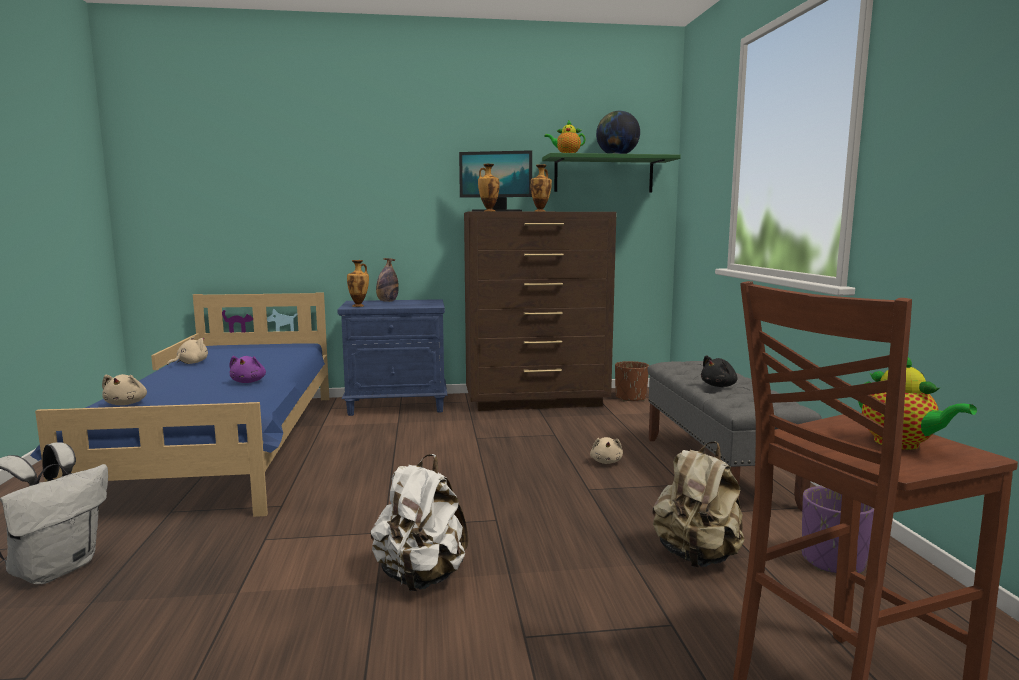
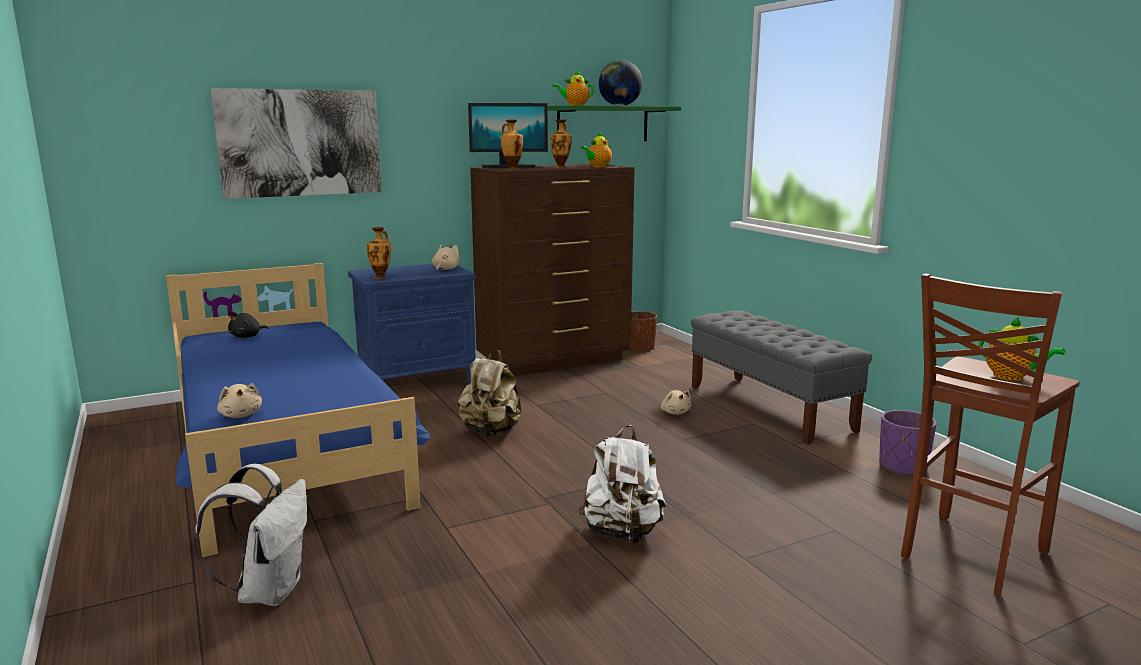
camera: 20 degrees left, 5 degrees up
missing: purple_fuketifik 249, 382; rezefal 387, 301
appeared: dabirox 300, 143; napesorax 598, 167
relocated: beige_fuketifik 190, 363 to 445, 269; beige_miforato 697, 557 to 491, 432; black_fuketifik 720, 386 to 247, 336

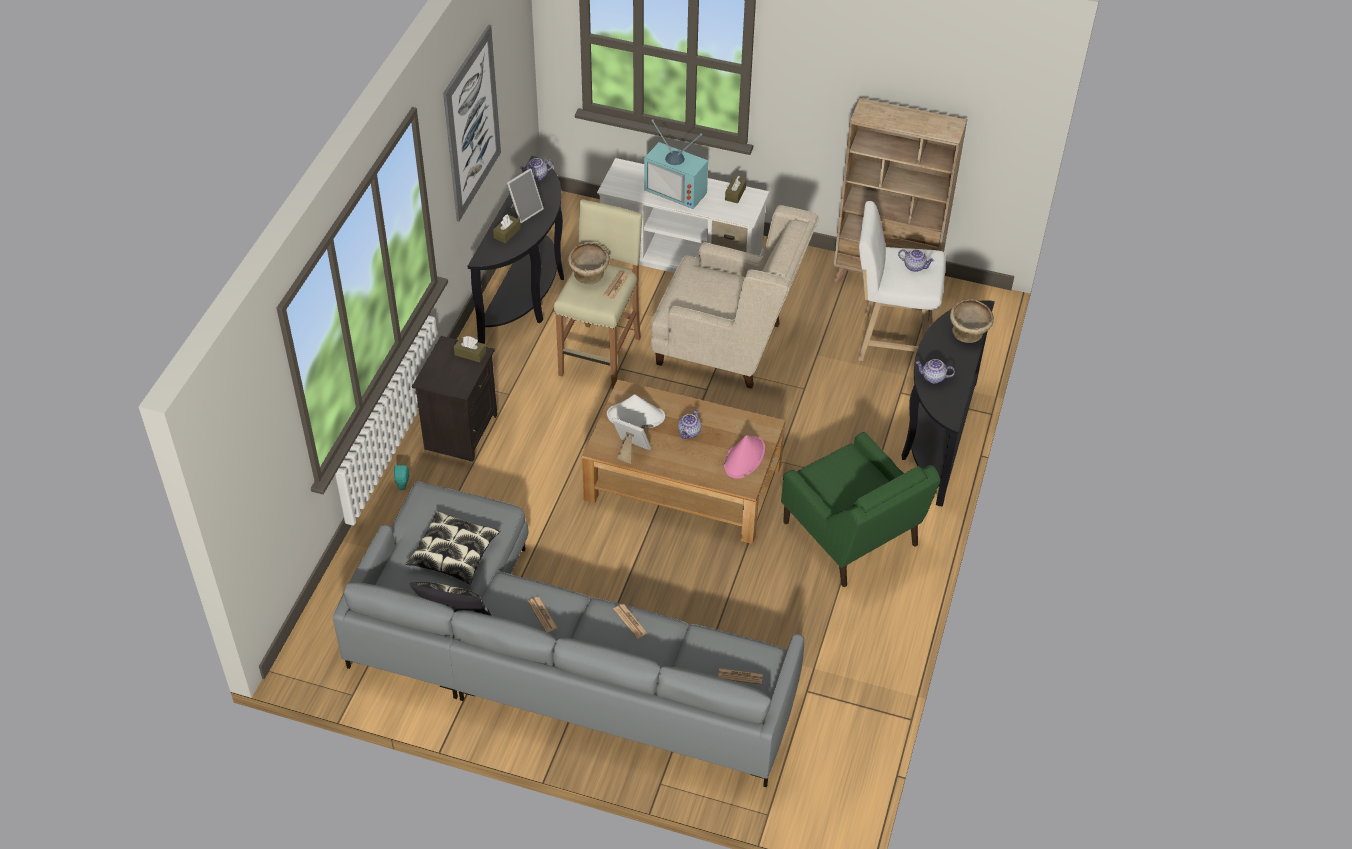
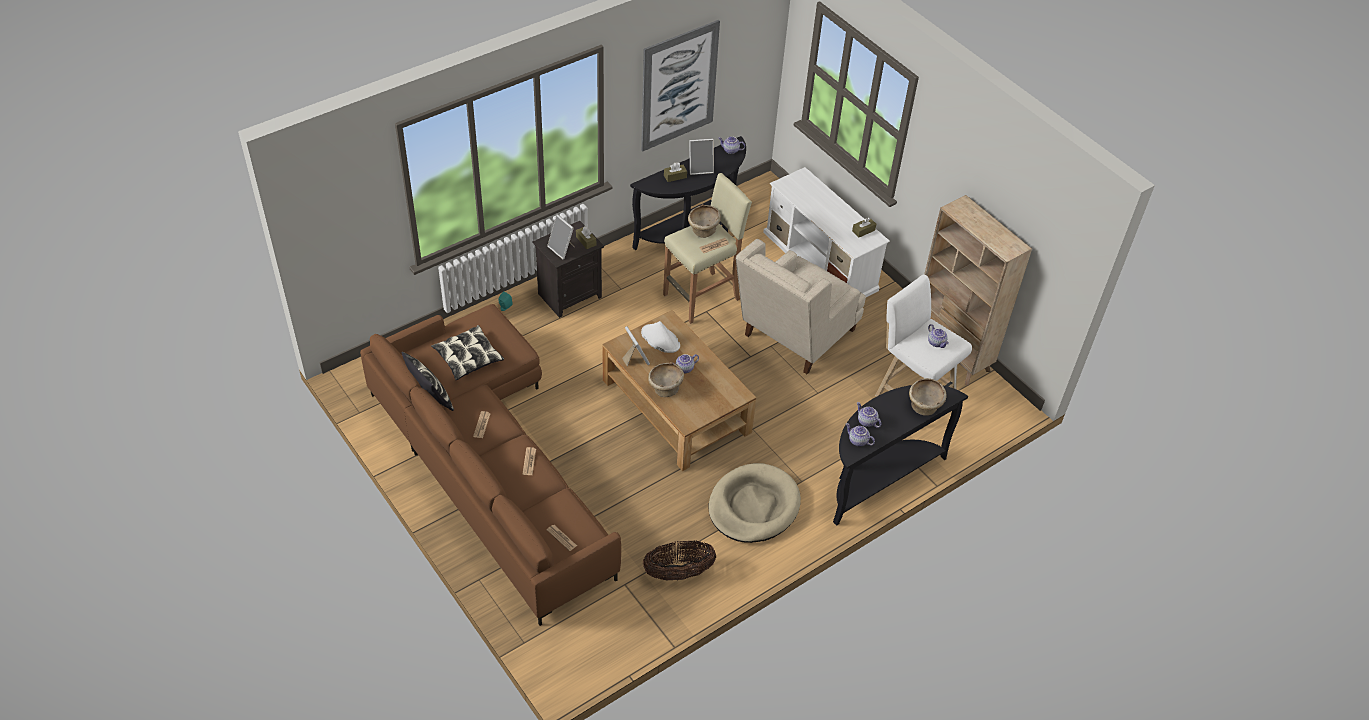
camera: 35 degrees right, 0 degrees up
missing: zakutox 678, 190; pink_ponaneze 744, 458
appeared: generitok 562, 249; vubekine 678, 572; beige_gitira 665, 389; napesorax 857, 441
exchanged: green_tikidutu 851, 536 to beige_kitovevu 753, 506
colour: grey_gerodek 552, 658 to brown_gerodek 490, 463
spun: beige_tikidutu 730, 346 = 794, 338 75 degrees clockwise

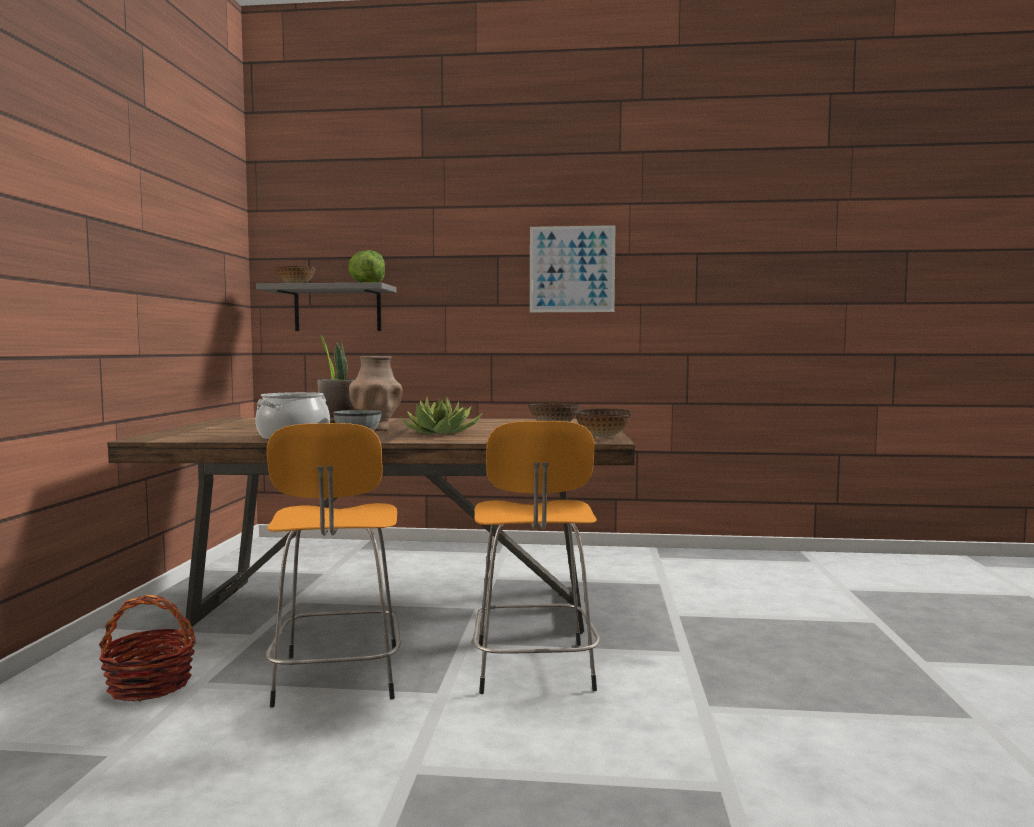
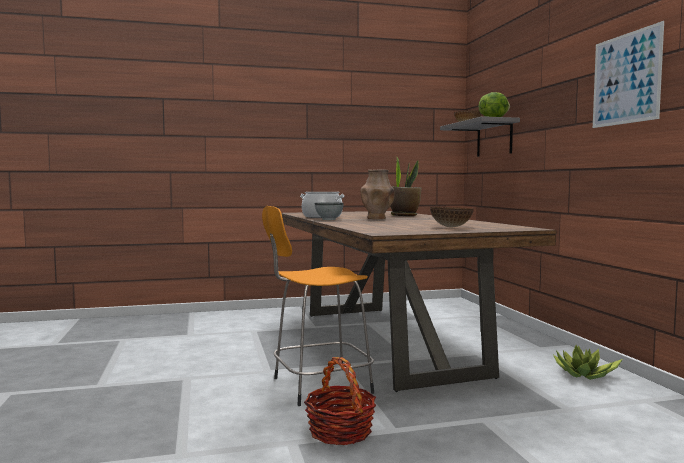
camera: 70 degrees right, 0 degrees up
missing: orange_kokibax 337, 679; gitira 602, 437
relocated: vubekine 150, 685 to 340, 431; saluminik 442, 433 to 585, 375

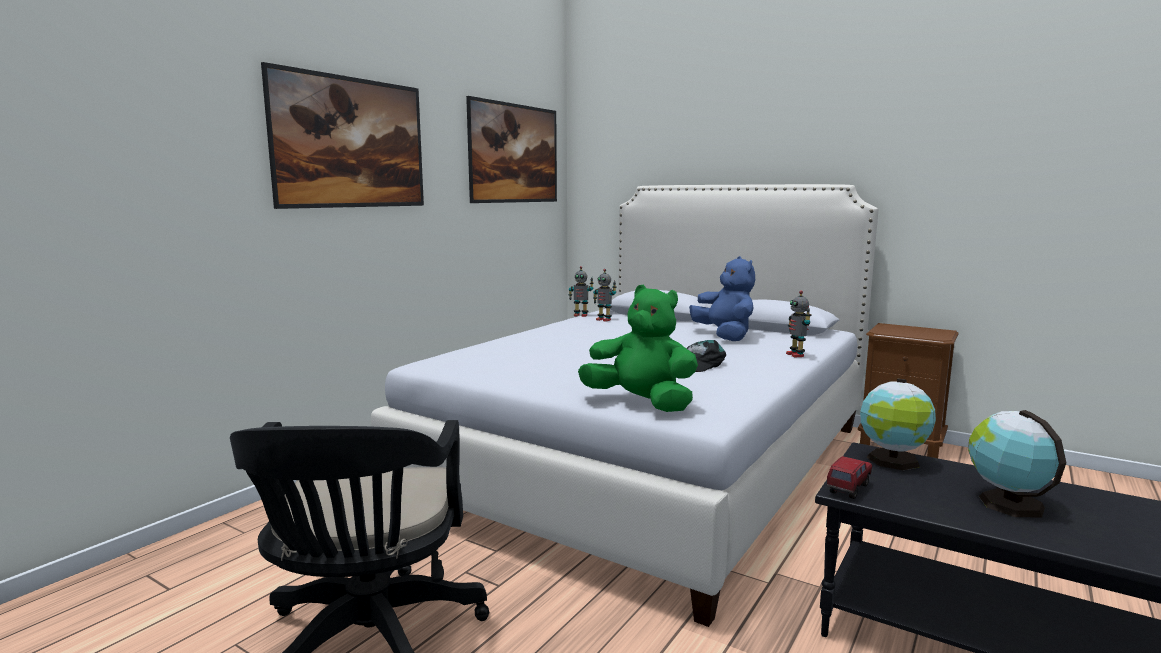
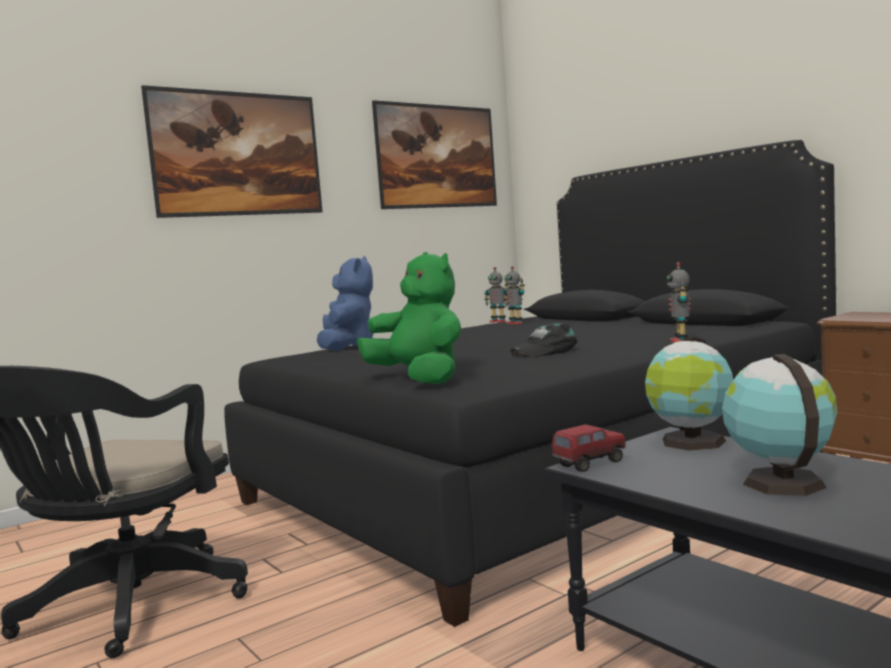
camera: 20 degrees right, 5 degrees down
relocated: blue_fuketifik 724, 336 to 347, 347
colour: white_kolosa 650, 462 to black_kolosa 539, 477

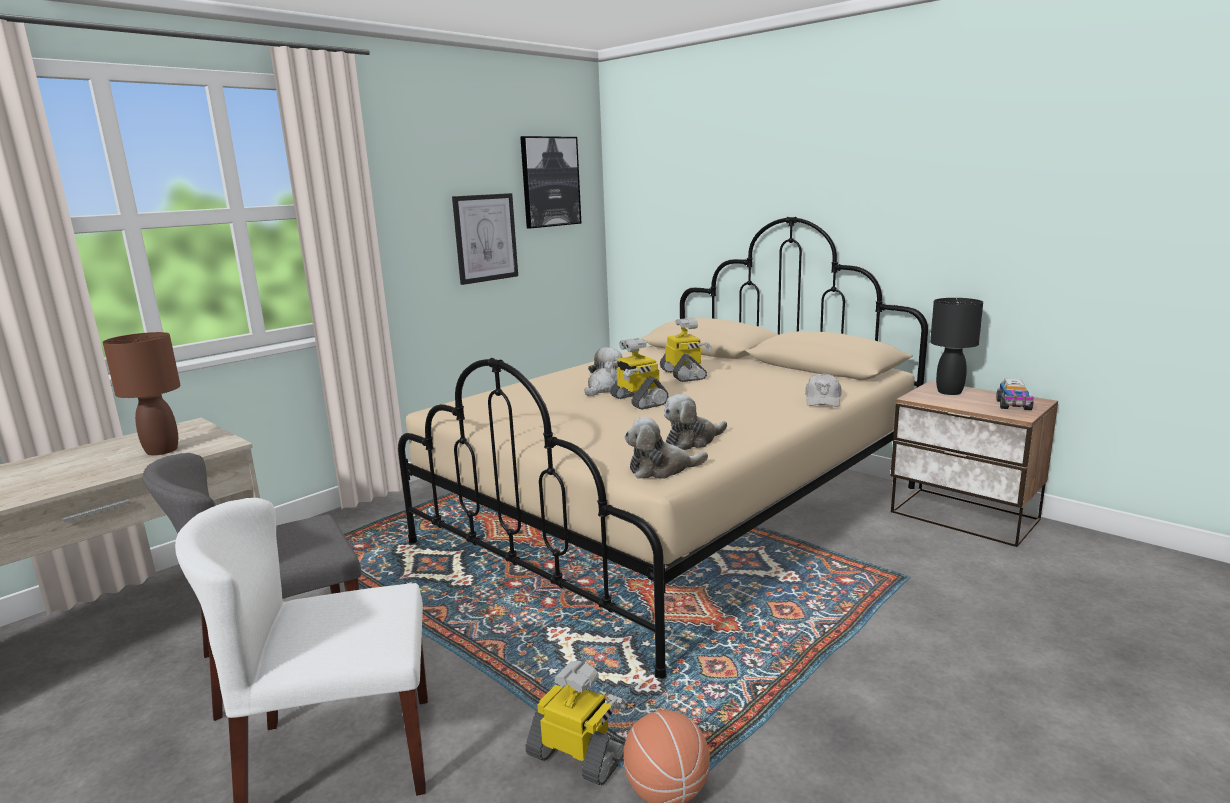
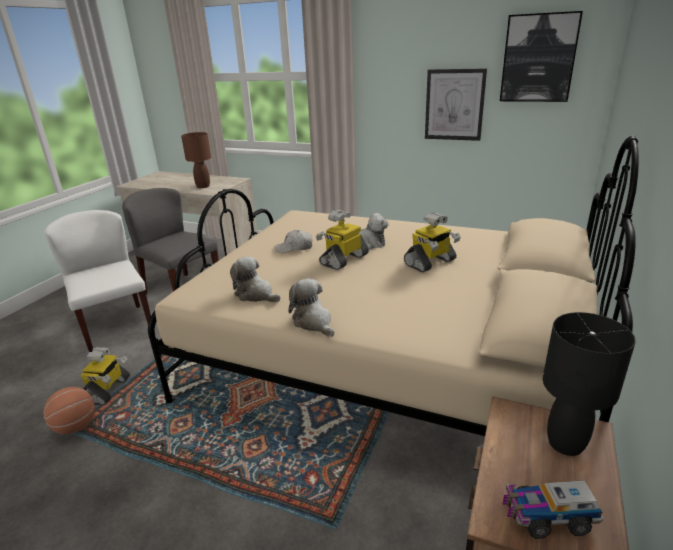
camera: 70 degrees right, 10 degrees up
relocated: fuketifik 661, 469 to 313, 322; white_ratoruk 823, 400 to 294, 248

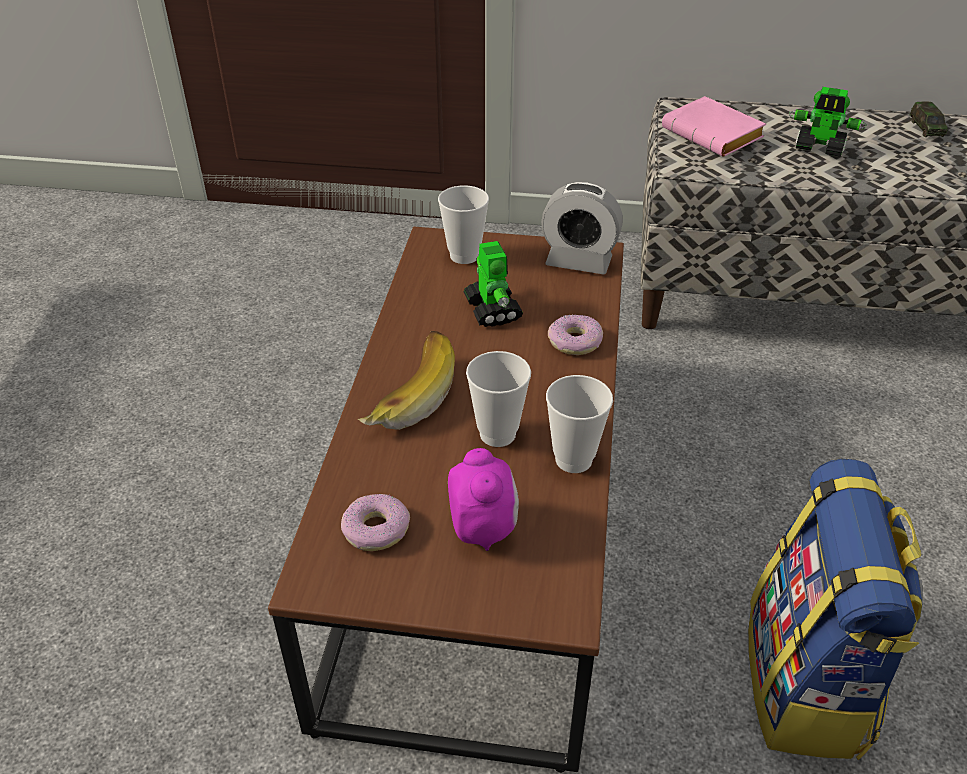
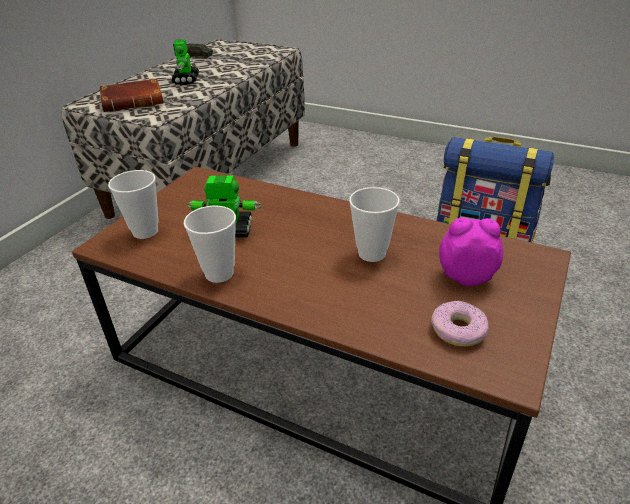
camera: 70 degrees left, 5 degrees down
missing: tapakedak 407, 395; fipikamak 578, 262; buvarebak 575, 342
relocated: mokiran 573, 459 to 219, 273
colour: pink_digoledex 715, 135 to brown_digoledex 134, 101
spun: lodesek 820, 148 = 186, 80 135 degrees clockwise

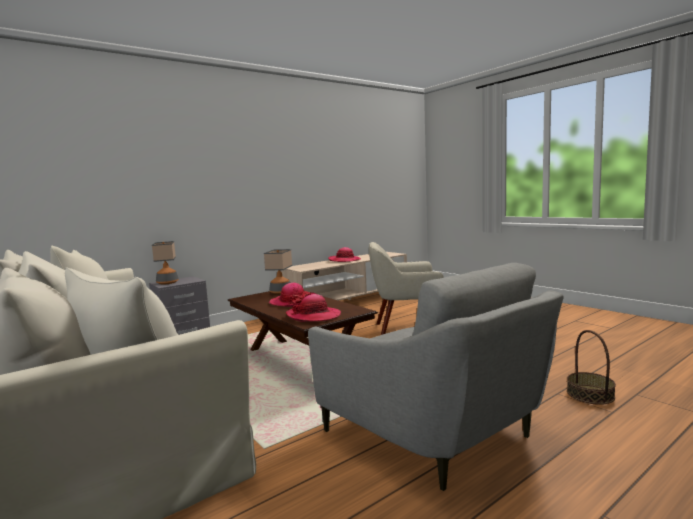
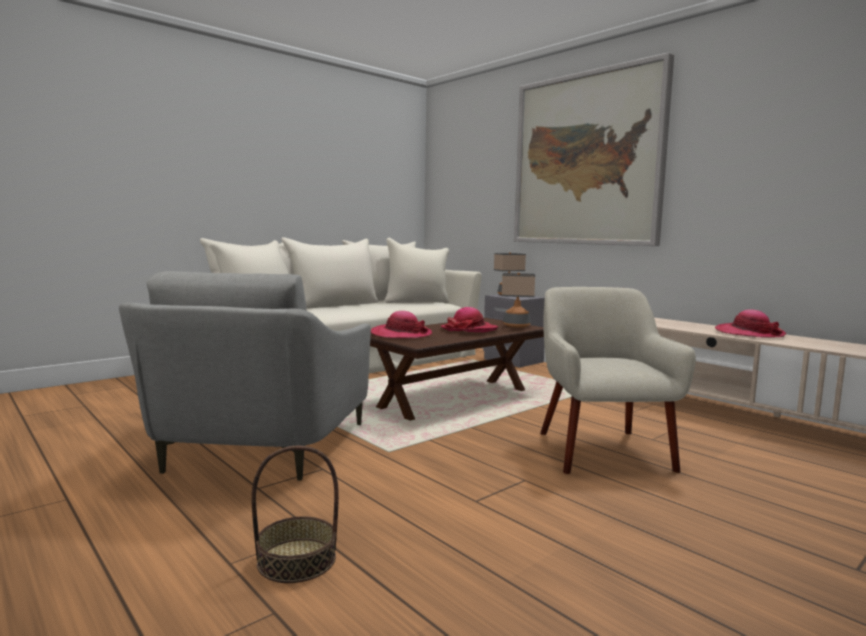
camera: 85 degrees right, 0 degrees up
appeared: dabirox 586, 160
spun: grey_tikidutu 436, 432 = 257, 449 45 degrees counterclockwise

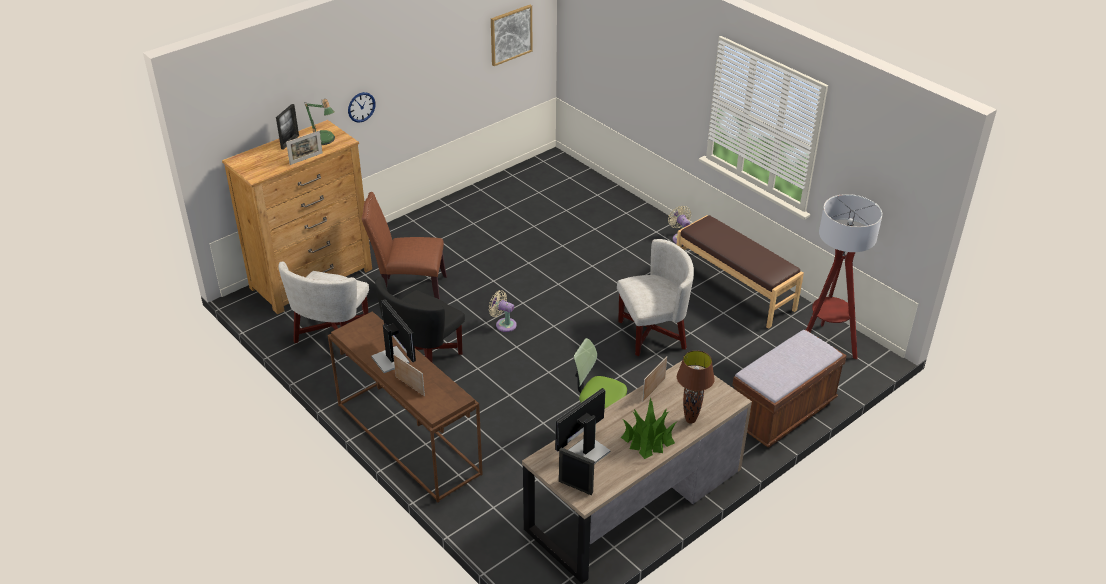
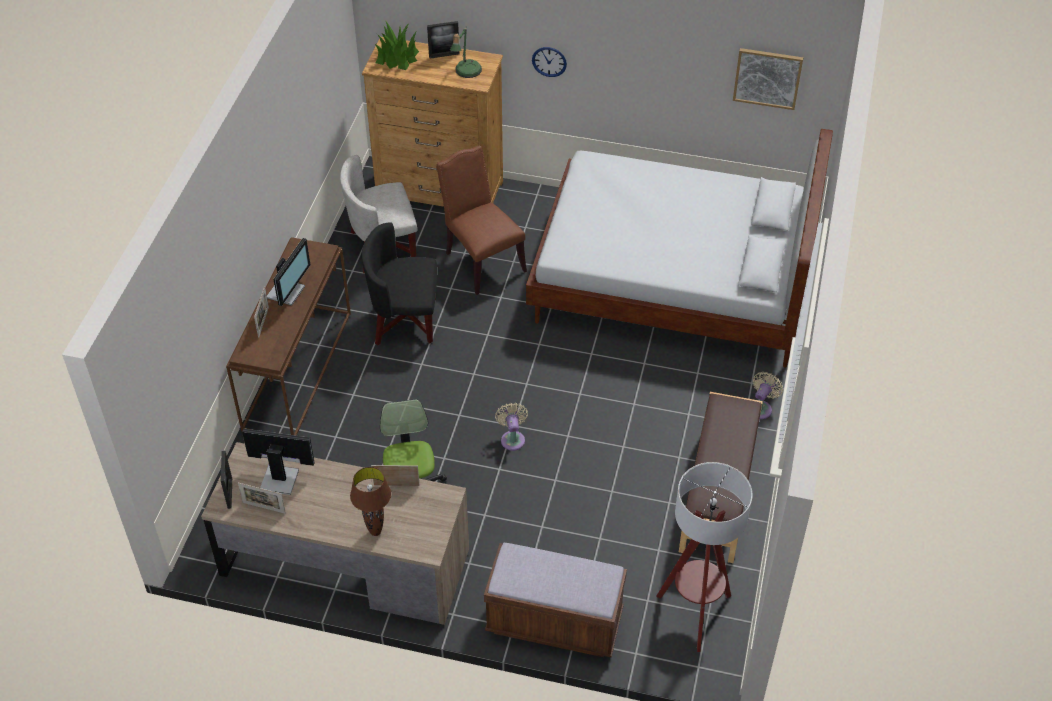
camera: 55 degrees right, 10 degrees up
missing: white_tikidutu 652, 334
appeared: white_kolosa 672, 281
relocated: generitok 306, 159 to 264, 508; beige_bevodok 504, 324 to 512, 438; saluminik 648, 439 to 397, 57

